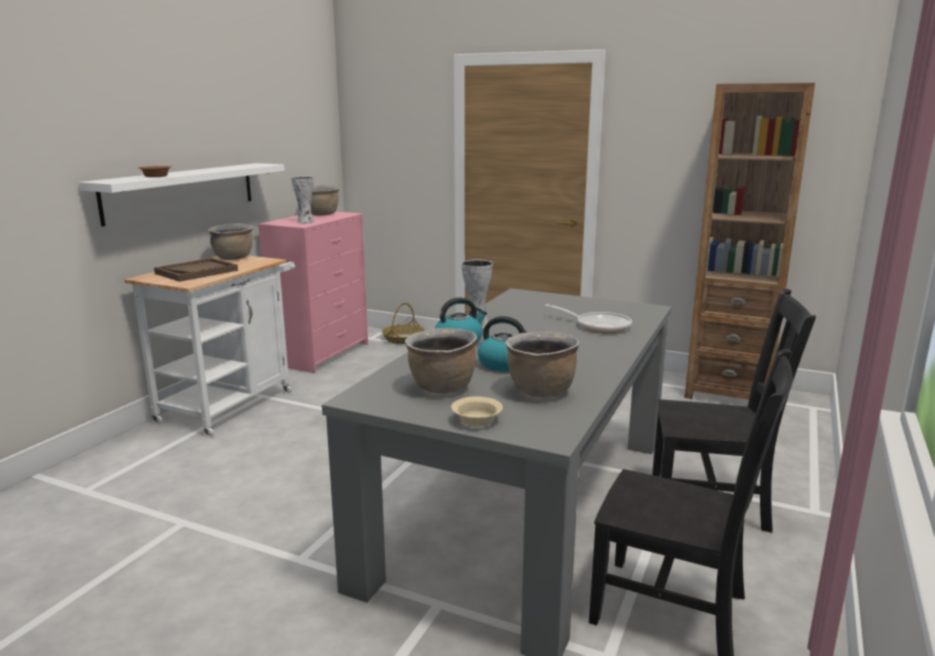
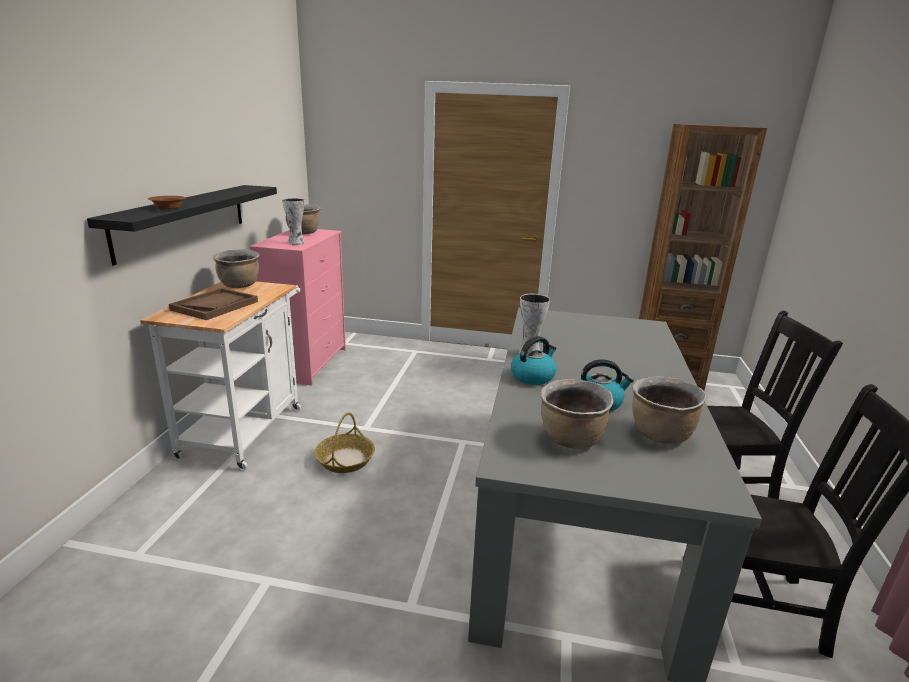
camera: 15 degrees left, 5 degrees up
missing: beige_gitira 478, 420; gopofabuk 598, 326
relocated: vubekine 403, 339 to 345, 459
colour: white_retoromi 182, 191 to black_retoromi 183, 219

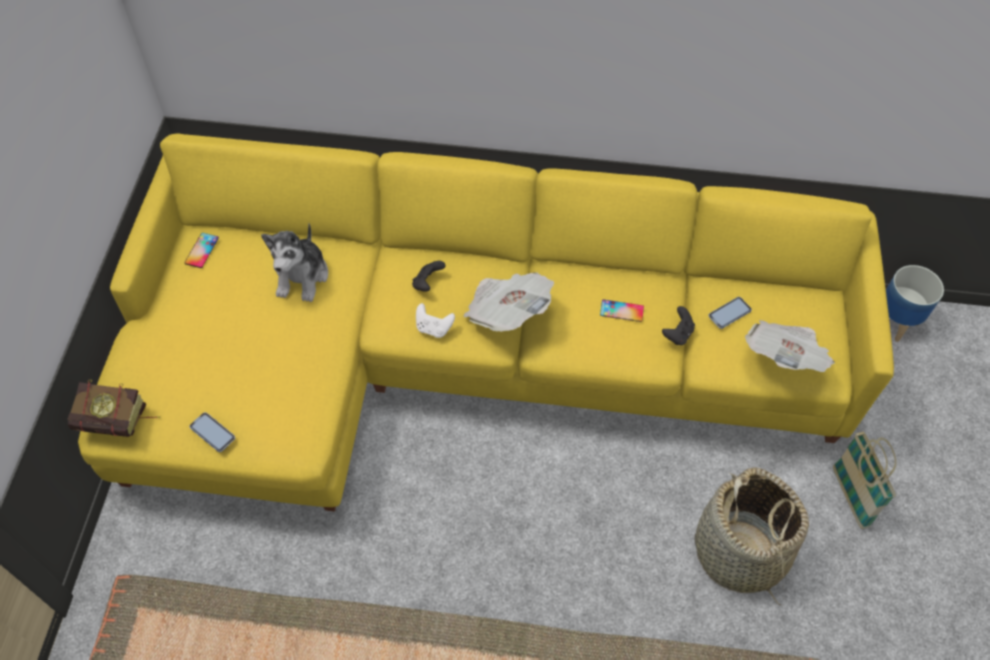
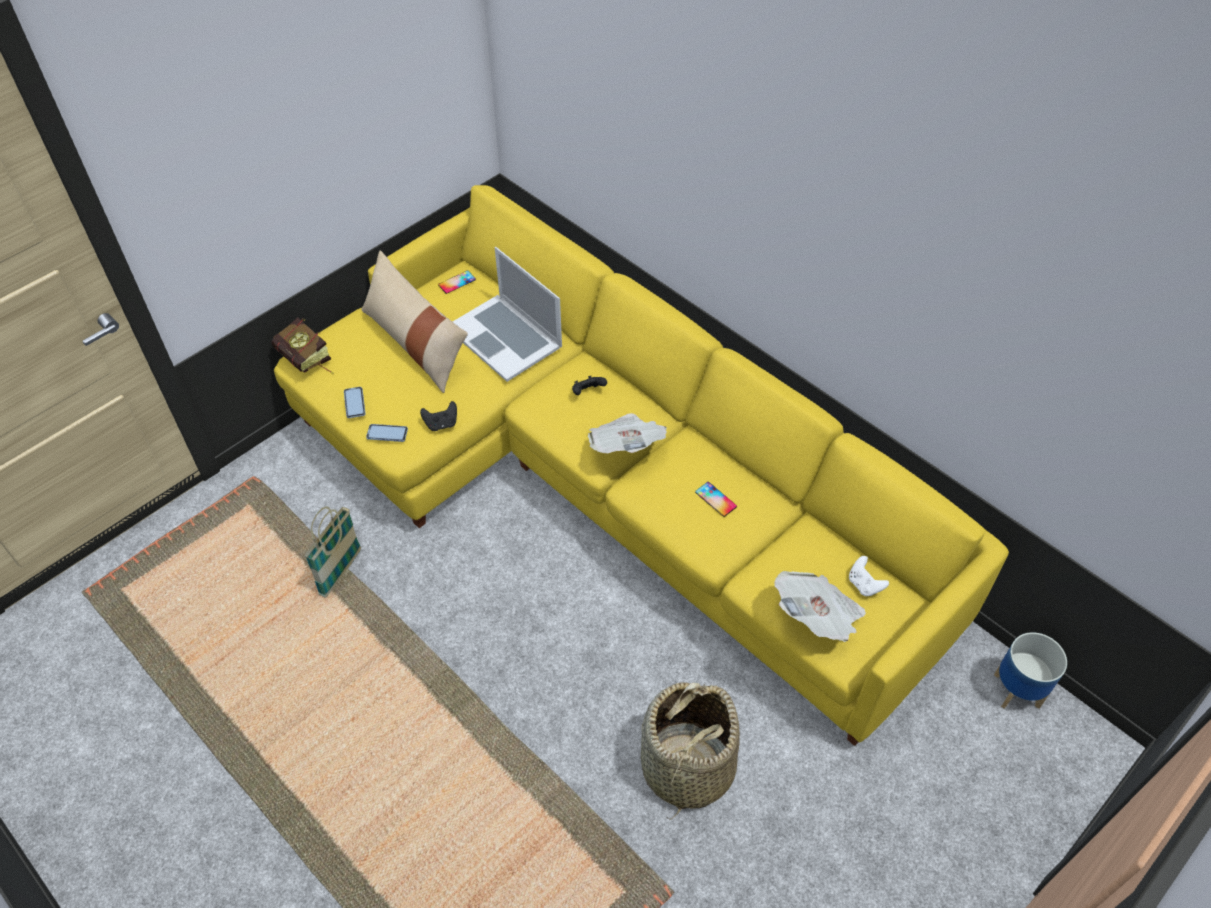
camera: 40 degrees right, 5 degrees down
appeared: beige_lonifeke 415, 342
relocated: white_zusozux 433, 328 to 864, 584; black_zusozux 677, 334 to 441, 424; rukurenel 729, 313 to 387, 433; vubekine 849, 497 to 341, 572
exchanged: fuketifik 302, 276 to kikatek 505, 337

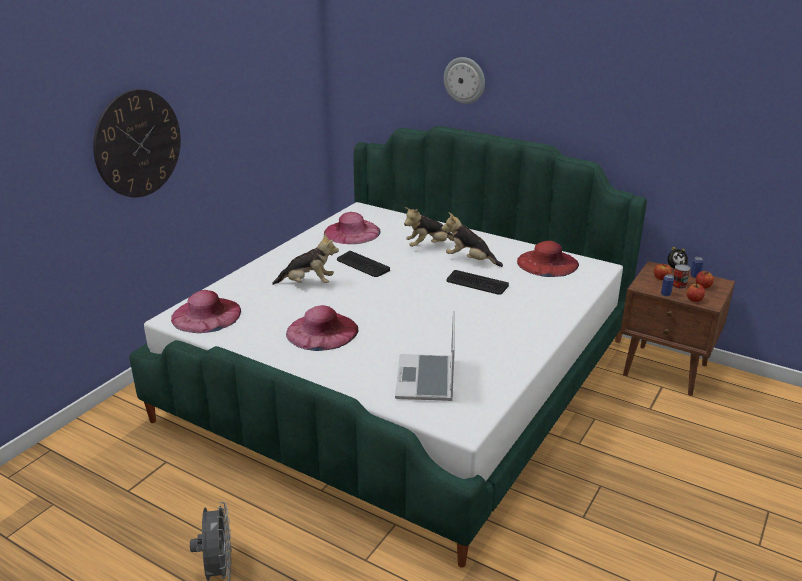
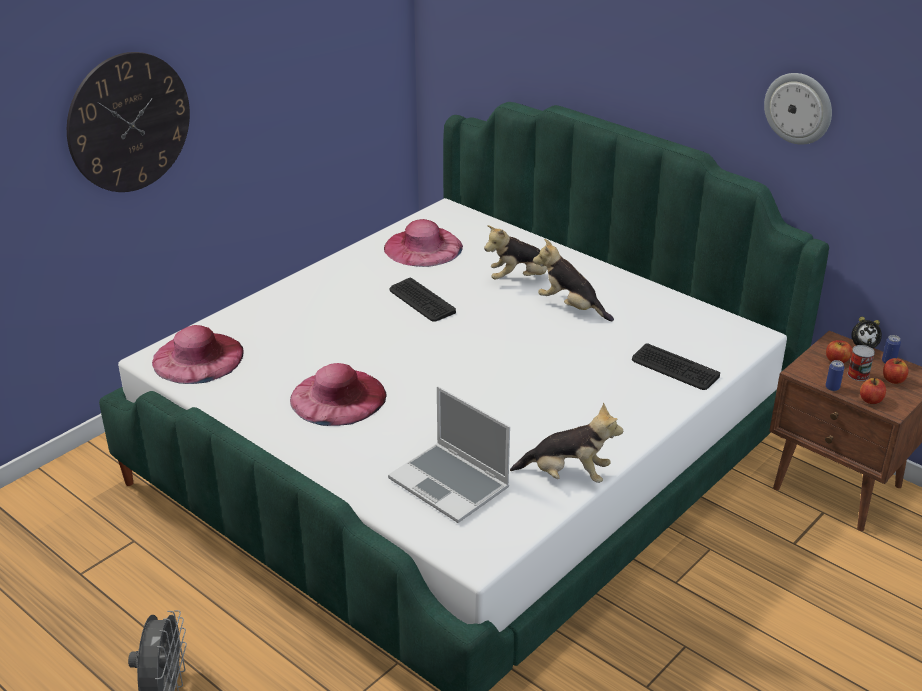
camera: 10 degrees right, 5 degrees up
missing: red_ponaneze 547, 262
relocated: fuketifik 308, 283 to 567, 475; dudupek 464, 80 to 798, 108; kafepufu 477, 283 to 674, 368
spun: kikatek 426, 380 = 451, 484 60 degrees counterclockwise

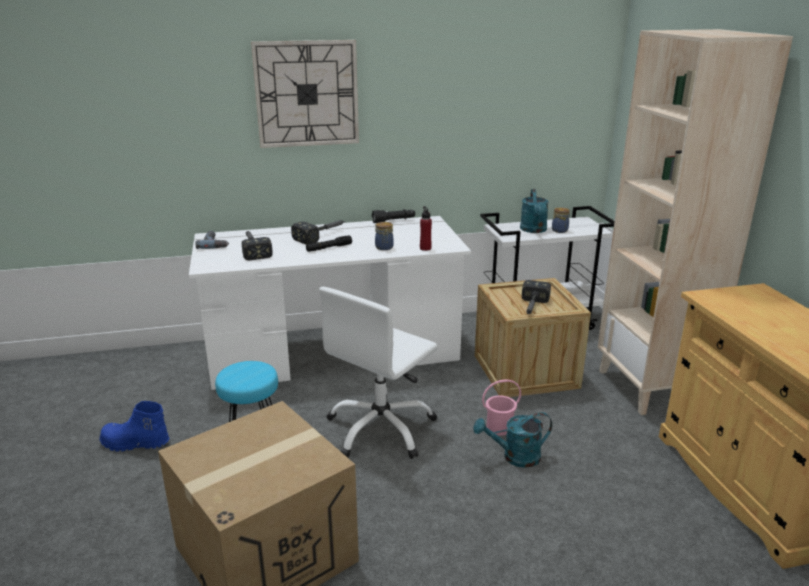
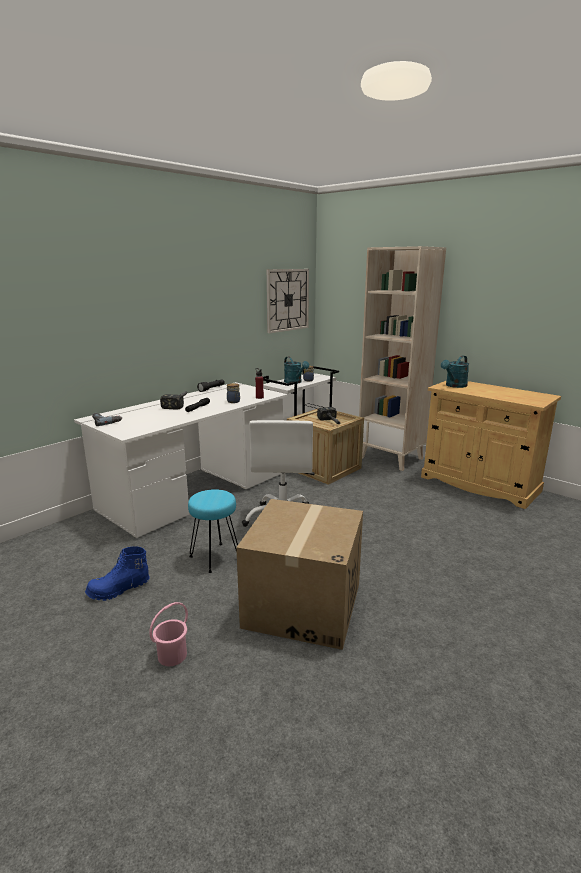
camera: 35 degrees left, 5 degrees down
missing: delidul 253, 248
relocated: dudupek 307, 94 to 287, 300; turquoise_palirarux 515, 457 to 454, 386; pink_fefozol 500, 427 to 173, 655

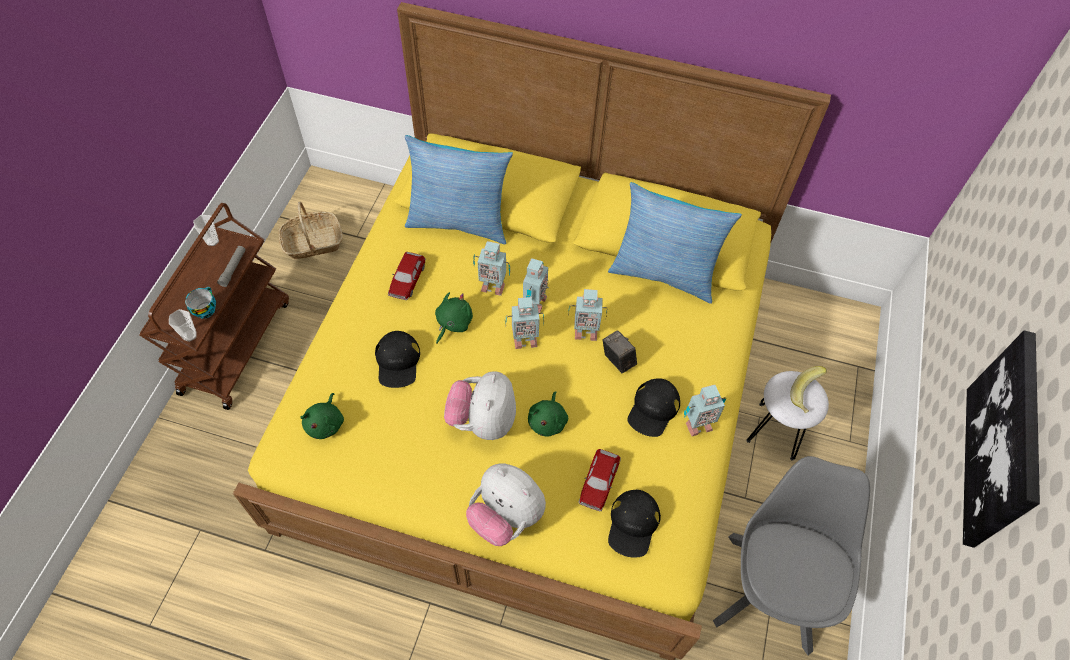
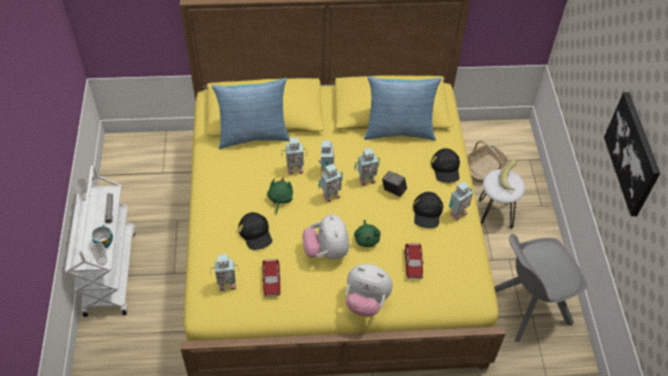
camera: 20 degrees left, 5 degrees down
relocated: vubekine 313, 243 to 484, 168; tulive 407, 280 to 271, 280; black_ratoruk 633, 524 to 446, 168
exchanged: green_fuketifik 326, 423 to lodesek 226, 284
colour: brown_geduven 235, 345 to white_geduven 110, 271
spun: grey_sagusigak 769, 588 = 528, 307 105 degrees counterclockwise

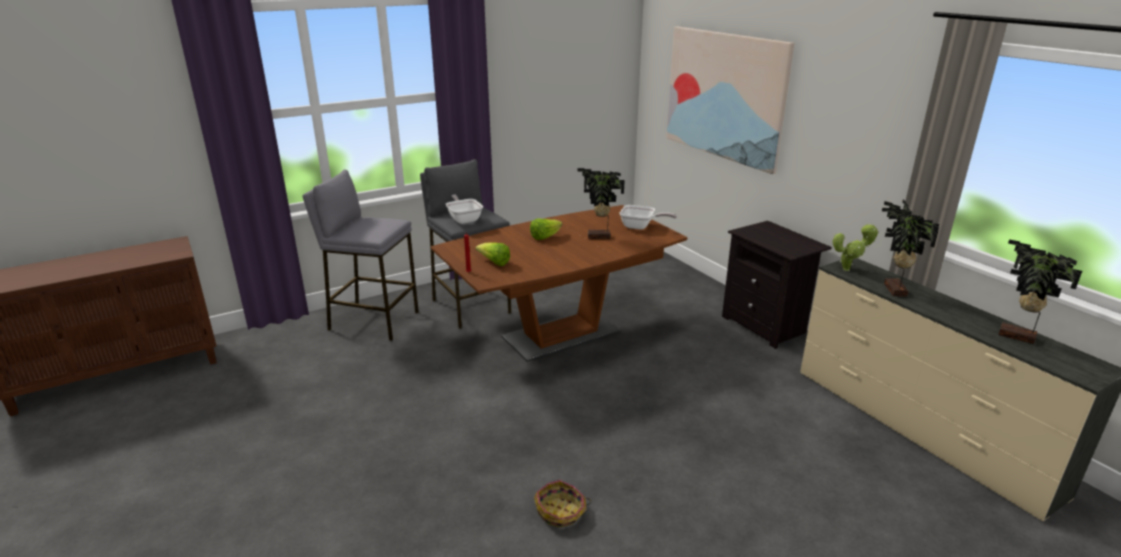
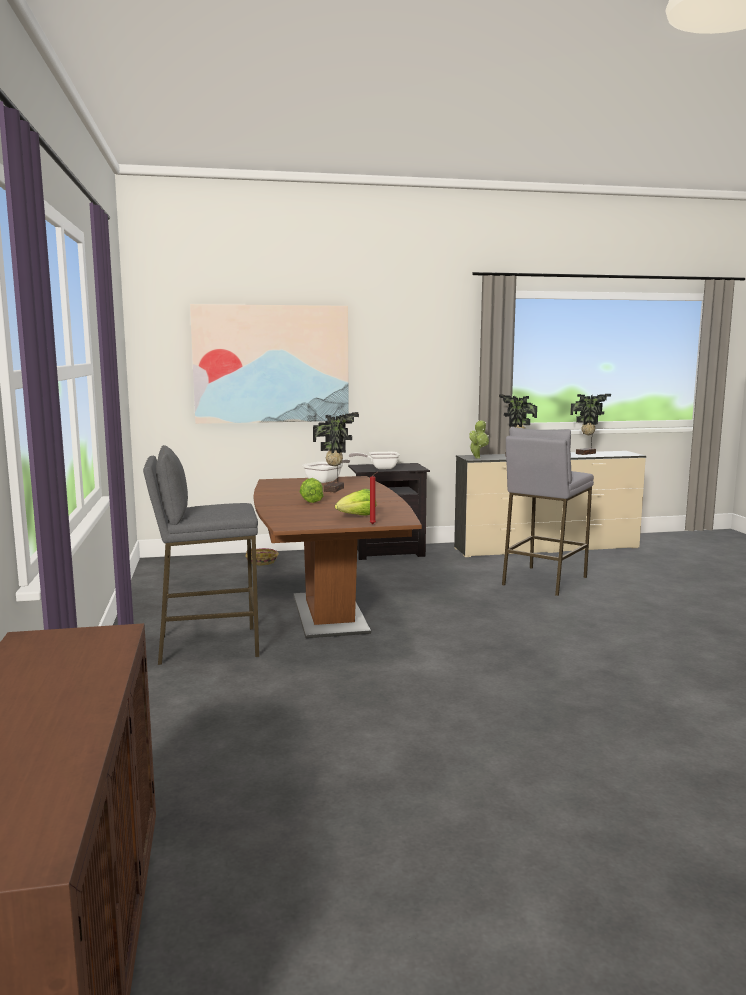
camera: 70 degrees left, 15 degrees down
relocated: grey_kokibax 373, 321 to 543, 581; gopofabuk 464, 219 to 380, 468; vubekine 561, 512 to 262, 561

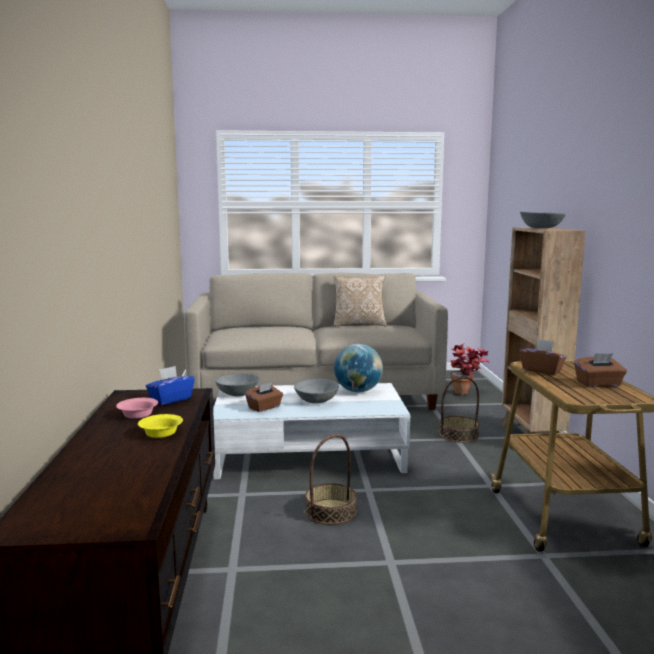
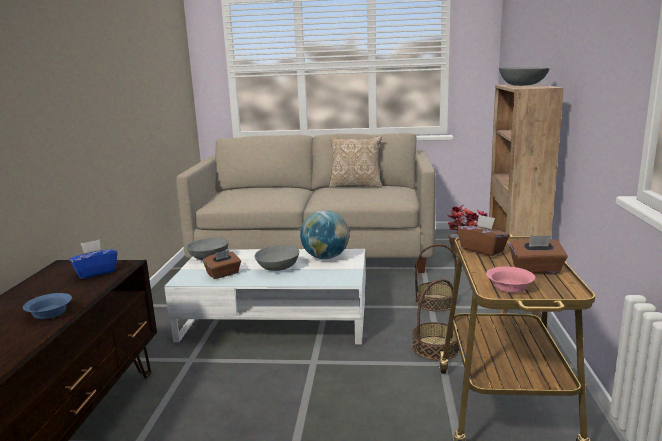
camera: 10 degrees right, 5 degrees up
relocated: pink_gitira 139, 414 to 510, 287; vubekine 330, 511 to 435, 348
colour: yellow_gitira 160, 433 to blue_gitira 49, 314

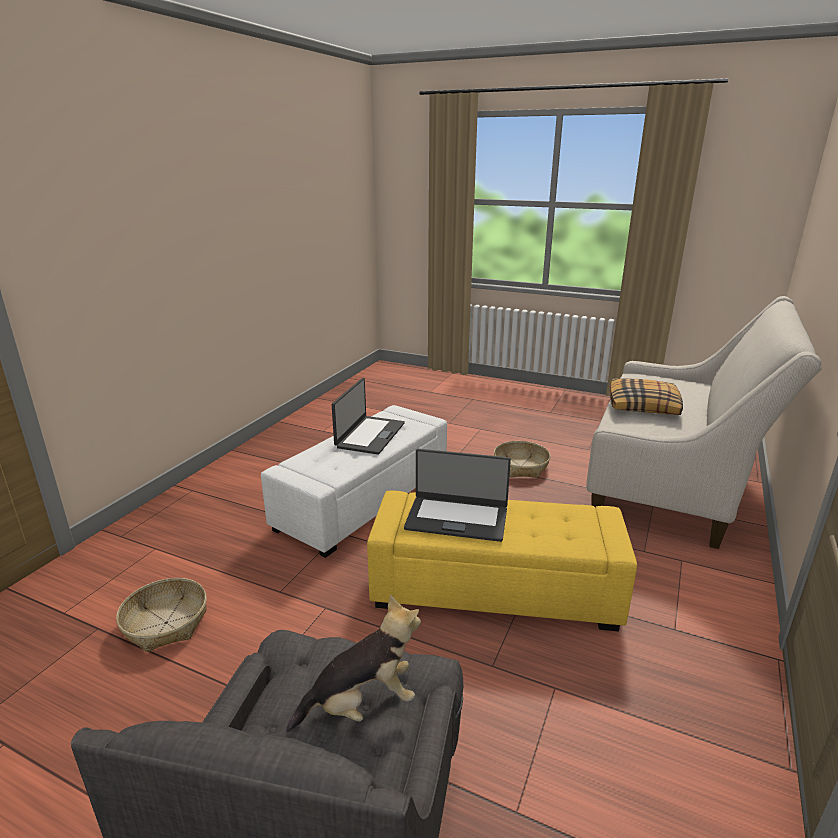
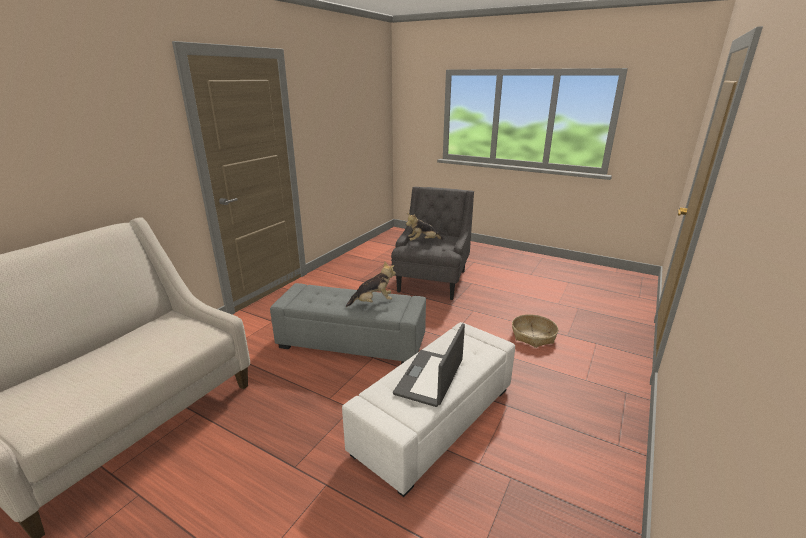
camera: 175 degrees left, 0 degrees up
missing: vubekine 521, 466; lonifeke 643, 406
exchanged: kikatek 457, 518 to fuketifik 373, 302
colour: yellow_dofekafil 495, 588 to grey_dofekafil 351, 342

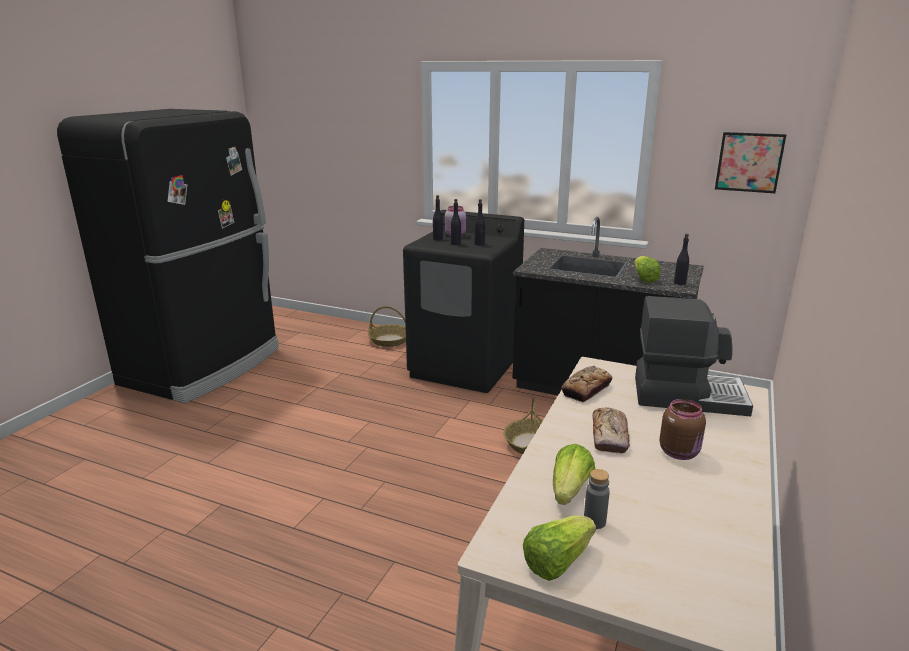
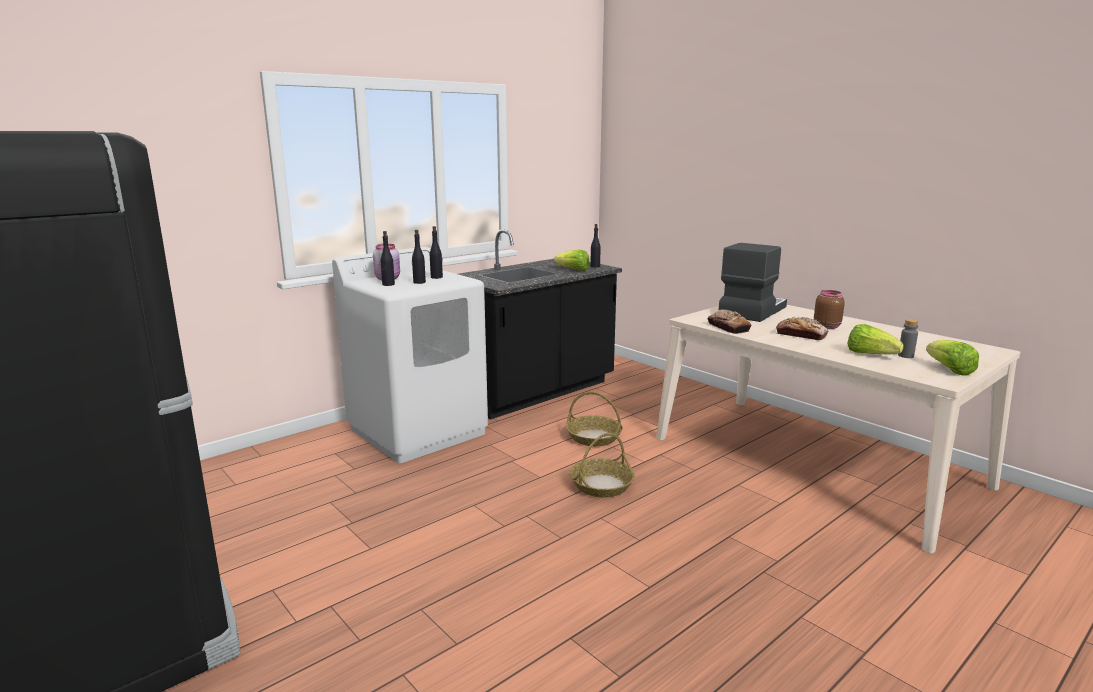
camera: 65 degrees left, 5 degrees down
missing: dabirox 749, 162
relocated: vubekine 389, 340 to 601, 485
colour: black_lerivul 465, 367 to white_lerivul 418, 431

